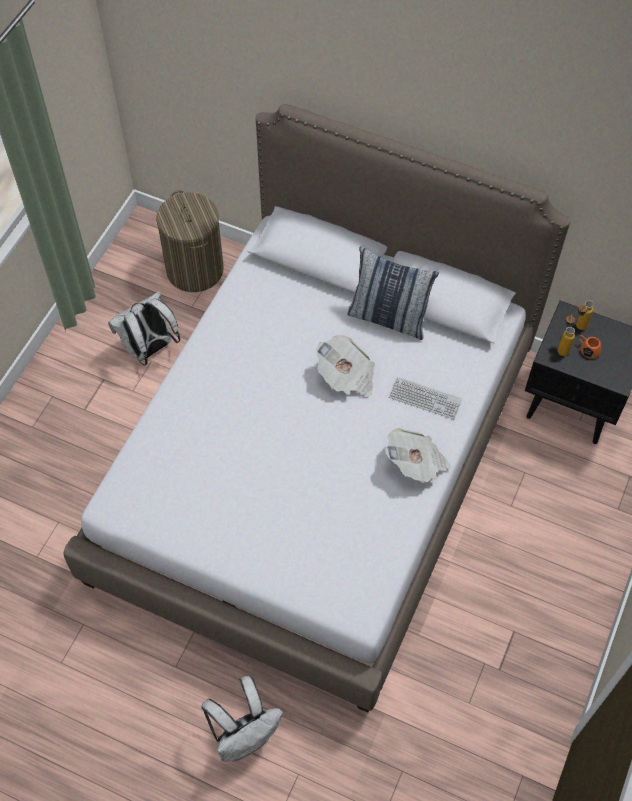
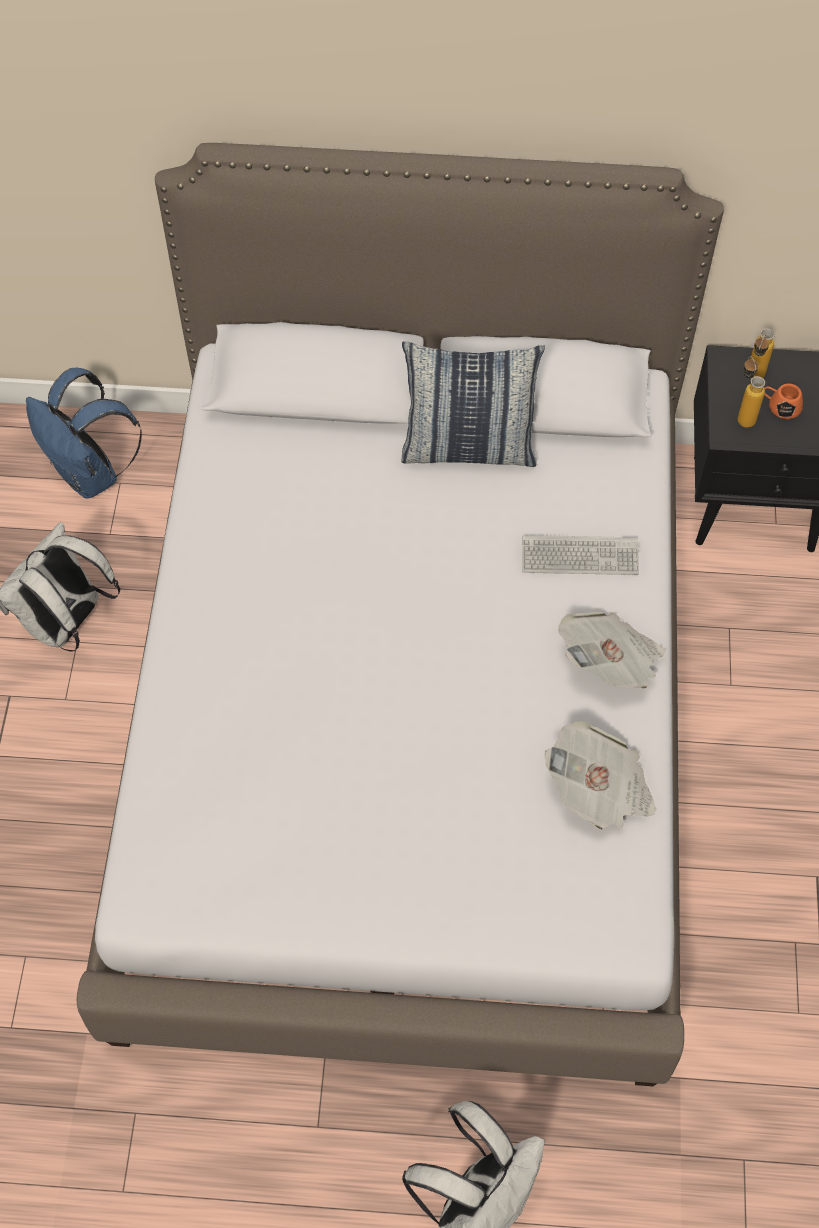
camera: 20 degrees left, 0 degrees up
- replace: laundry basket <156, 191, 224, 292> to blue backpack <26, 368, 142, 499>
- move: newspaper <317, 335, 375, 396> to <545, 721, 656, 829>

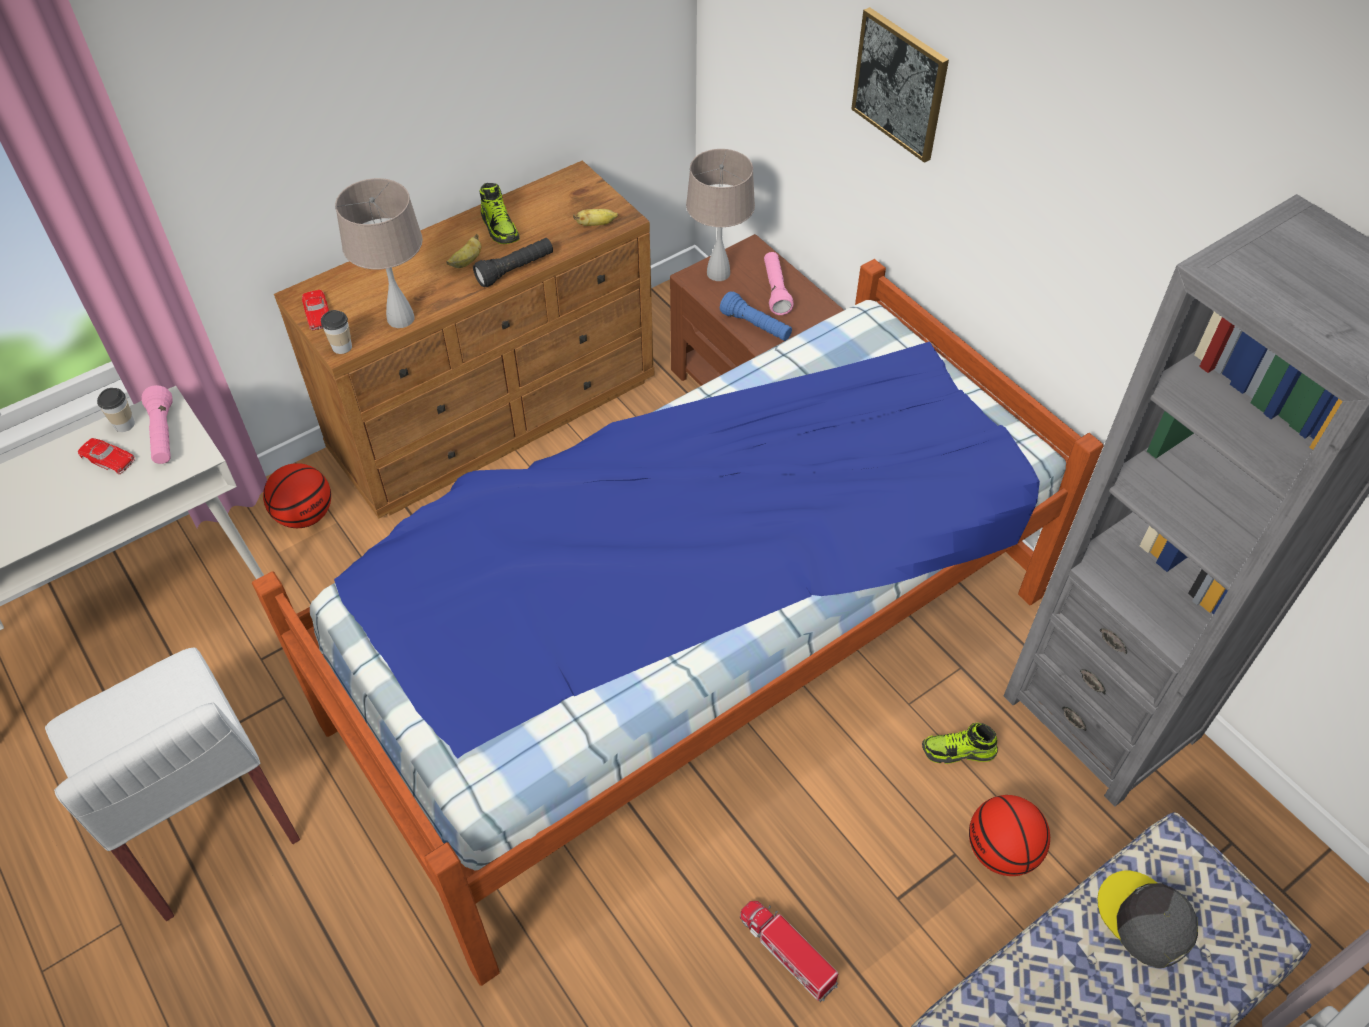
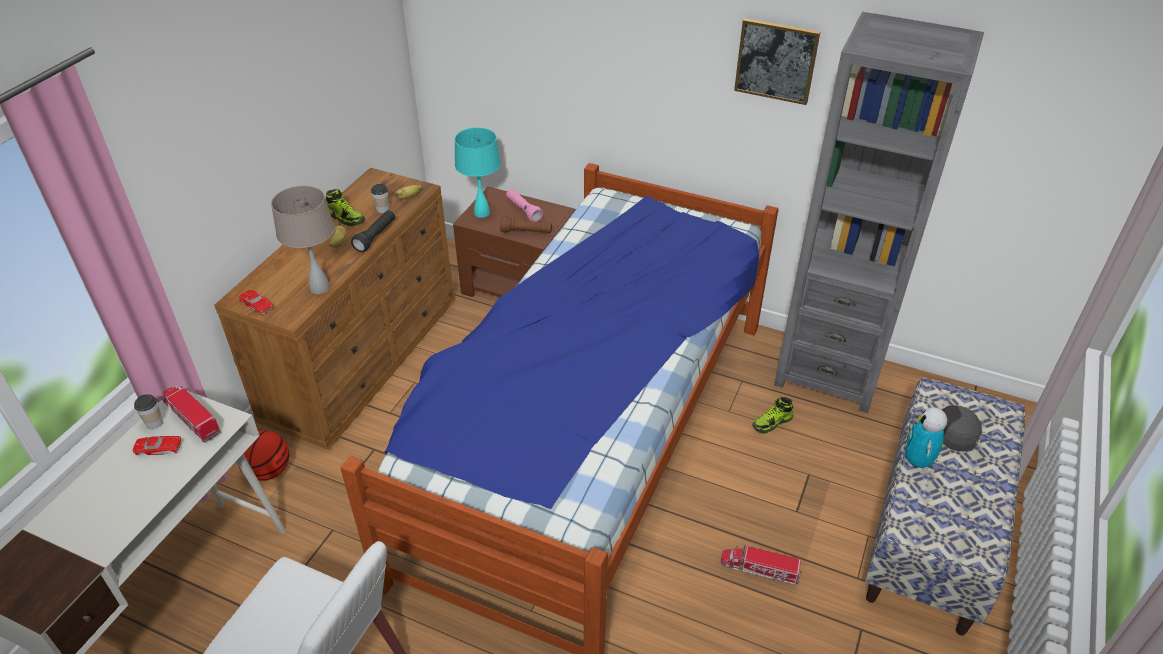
camera: 30 degrees left, 10 degrees down
- replace: pink flashlight <142, 385, 173, 464> to toy truck <161, 386, 221, 443>
- move: cup <321, 310, 352, 354> to <371, 184, 389, 213>
- recolor: beige table lamp <686, 149, 755, 281> to turquoise table lamp <454, 127, 501, 218>
- recolor: blue flashlight <720, 291, 792, 341> to brown flashlight <500, 216, 552, 233>
- move: picture <851, 7, 949, 163> to <734, 18, 820, 105>
- delete: basketball <969, 795, 1050, 876>
- insert: toy robot <905, 407, 947, 470>

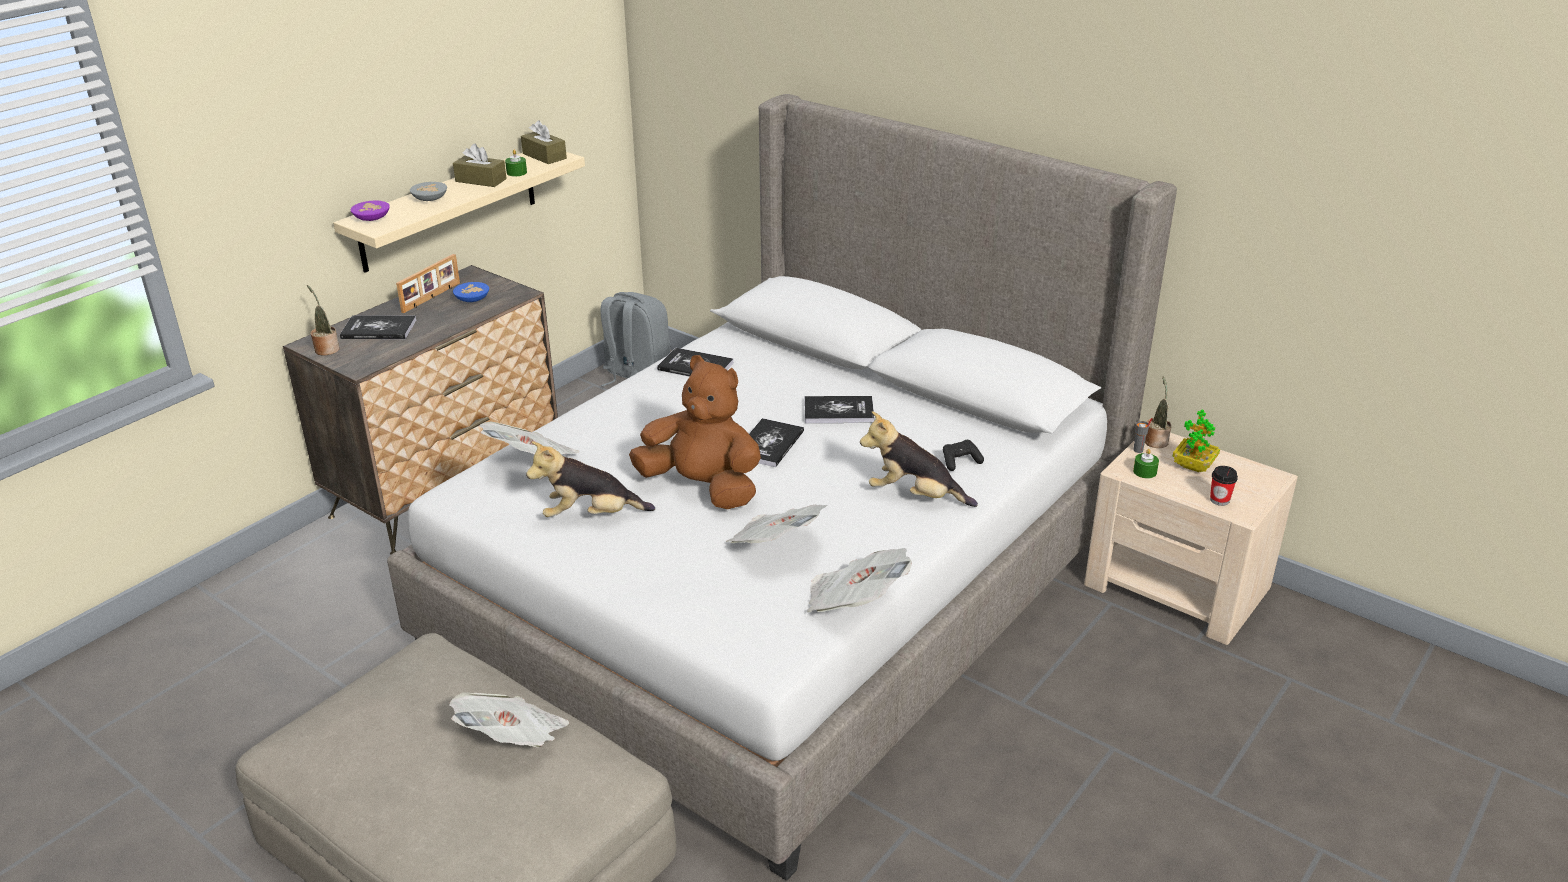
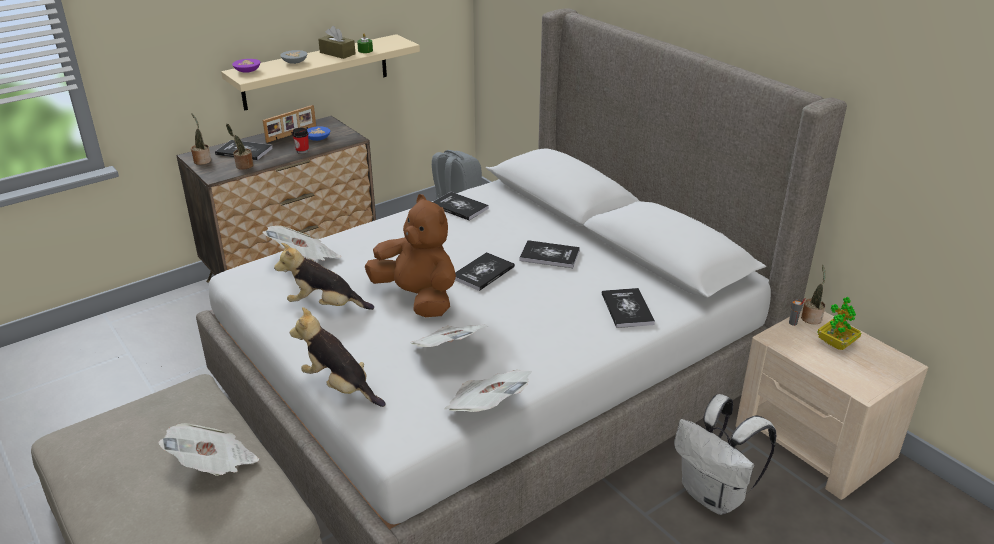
camera: 15 degrees right, 0 degrees up
- delete: brown tissue box <521, 120, 567, 164>
- move: plush toy <860, 411, 978, 507> to <290, 307, 386, 407>
- replace: black game controller <943, 440, 984, 471> to book <602, 288, 655, 328>
- delete: green candle <1133, 449, 1159, 479>
- move: cup <1210, 466, 1238, 506> to <292, 128, 309, 154>
- insert: potted plant <226, 124, 253, 170>
- insert: white backpack <674, 394, 776, 515>

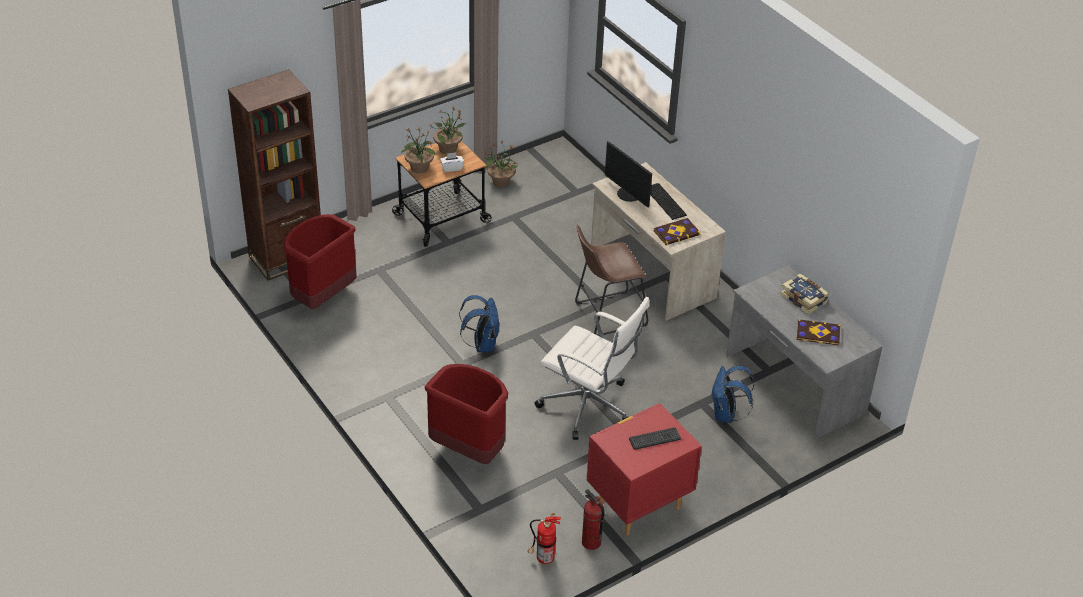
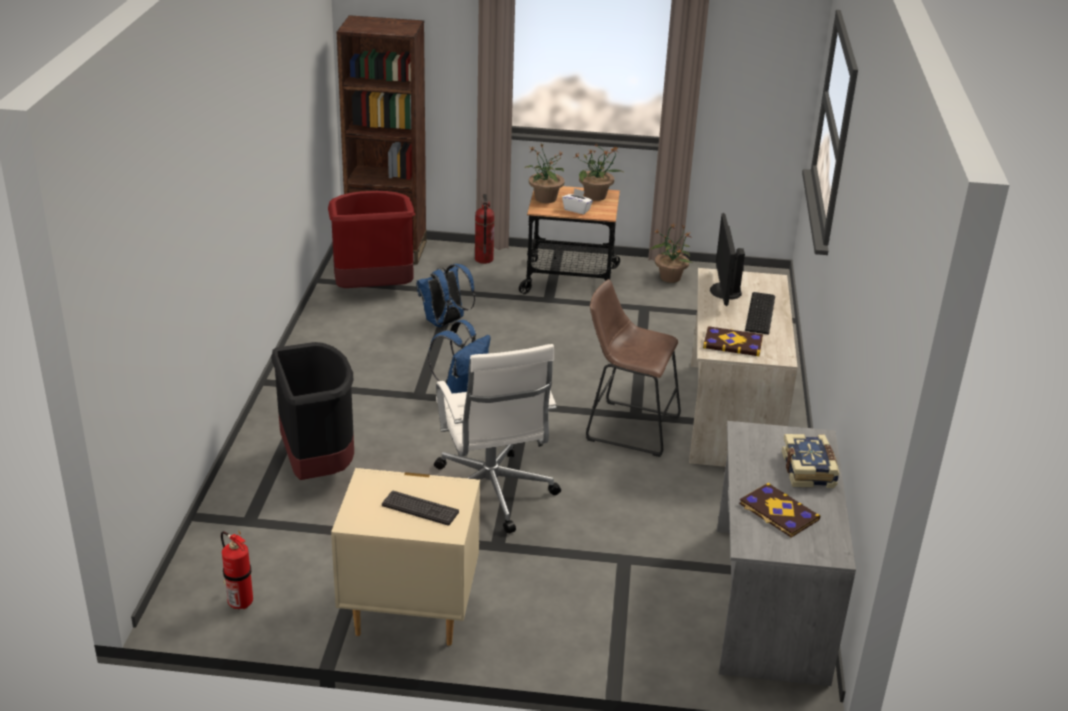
camera: 40 degrees right, 10 degrees down
- recolor: red trash can <425, 364, 508, 464> to black trash can <271, 342, 354, 480>
- move: fire extinguisher <582, 489, 605, 550> to <475, 194, 495, 264>
- recolor: red nightstand <587, 403, 702, 536> to beige nightstand <331, 468, 480, 646>
- move: blue backpack <711, 366, 754, 423> to <416, 264, 475, 327>

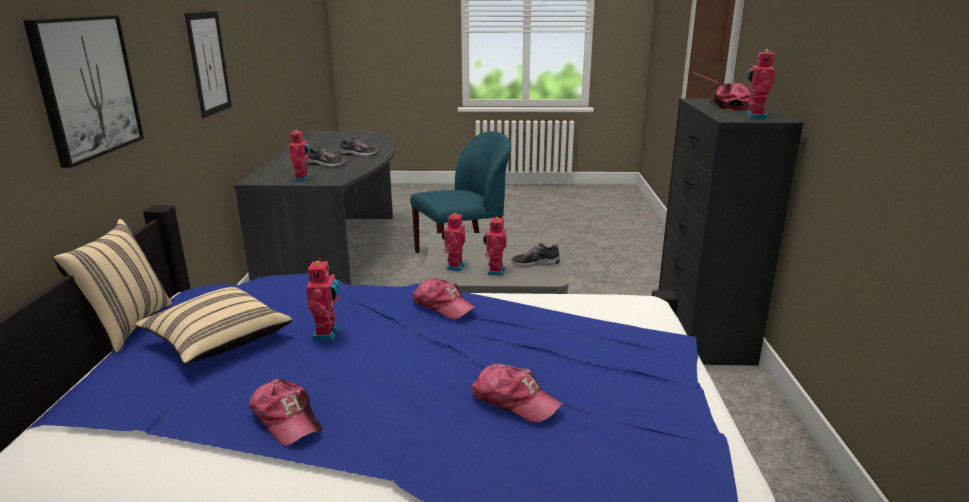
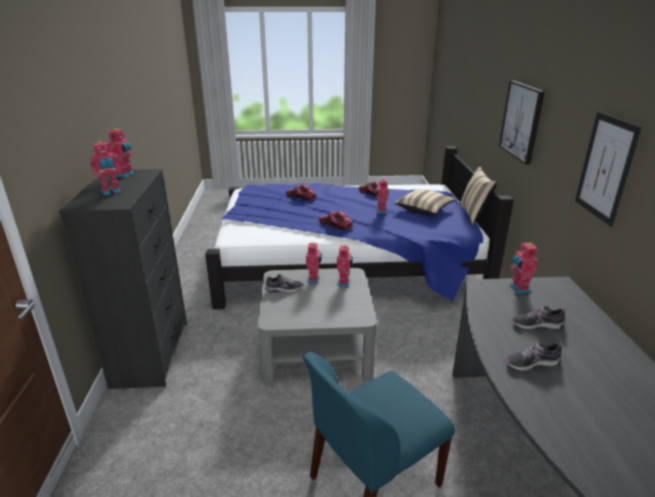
camera: 175 degrees right, 5 degrees up
- replace: cap <710, 83, 751, 110> to toy robot <90, 141, 121, 196>

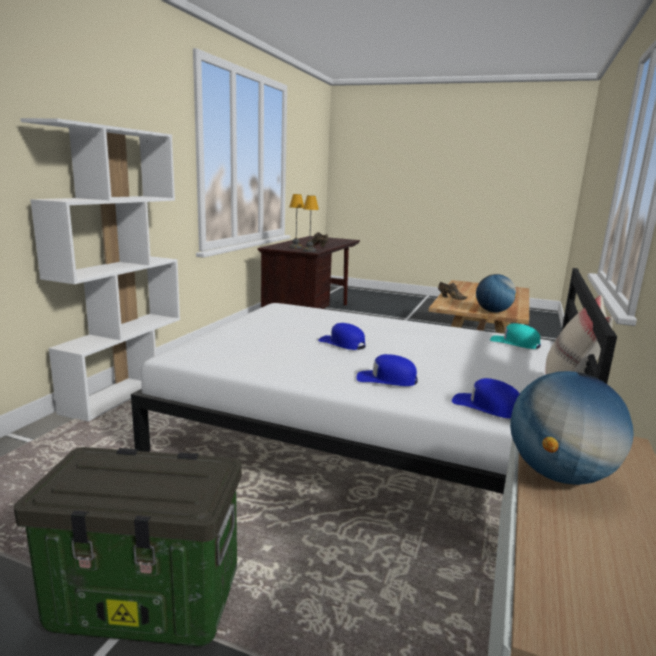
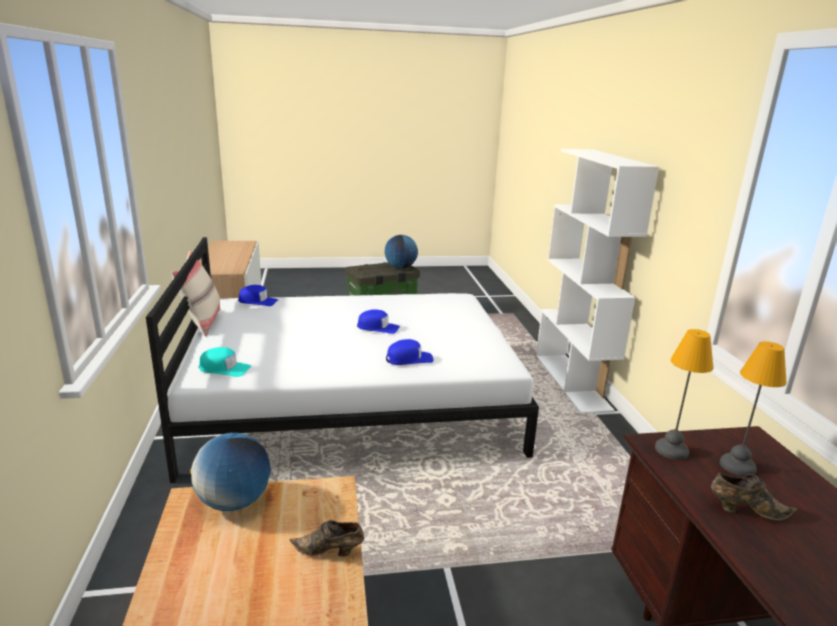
camera: 150 degrees right, 5 degrees up
- move: blue cap <356, 354, 417, 386> to <386, 339, 433, 365>
- move: globe <510, 371, 634, 485> to <385, 235, 418, 268>

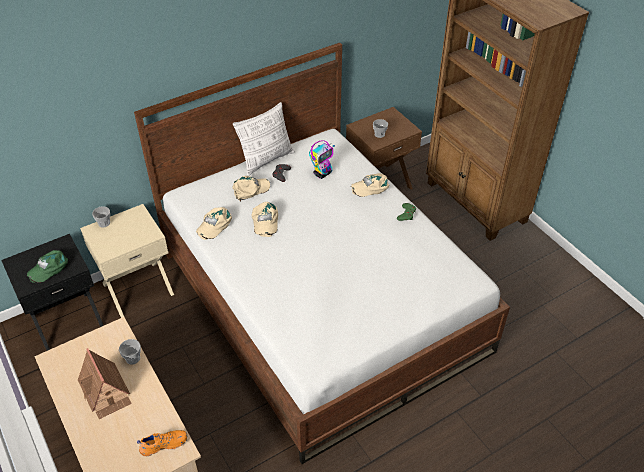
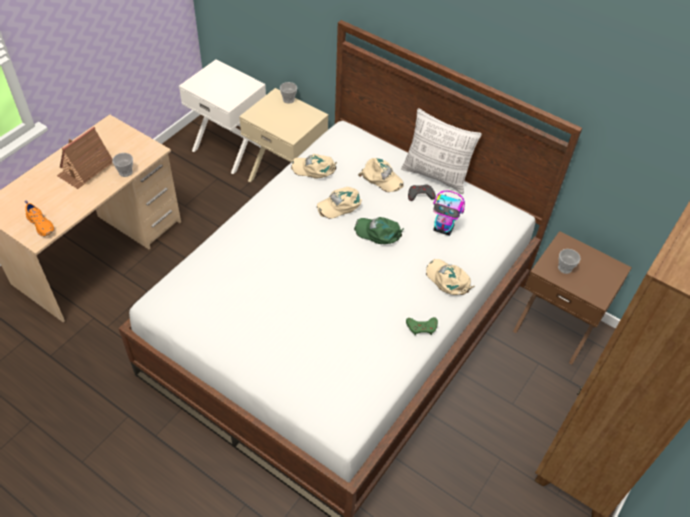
camera: 65 degrees right, 5 degrees up
- recolor: black nightstand <1, 234, 104, 351> to white nightstand <179, 59, 266, 174>
- move: green cap <27, 250, 68, 283> to <354, 217, 404, 244>

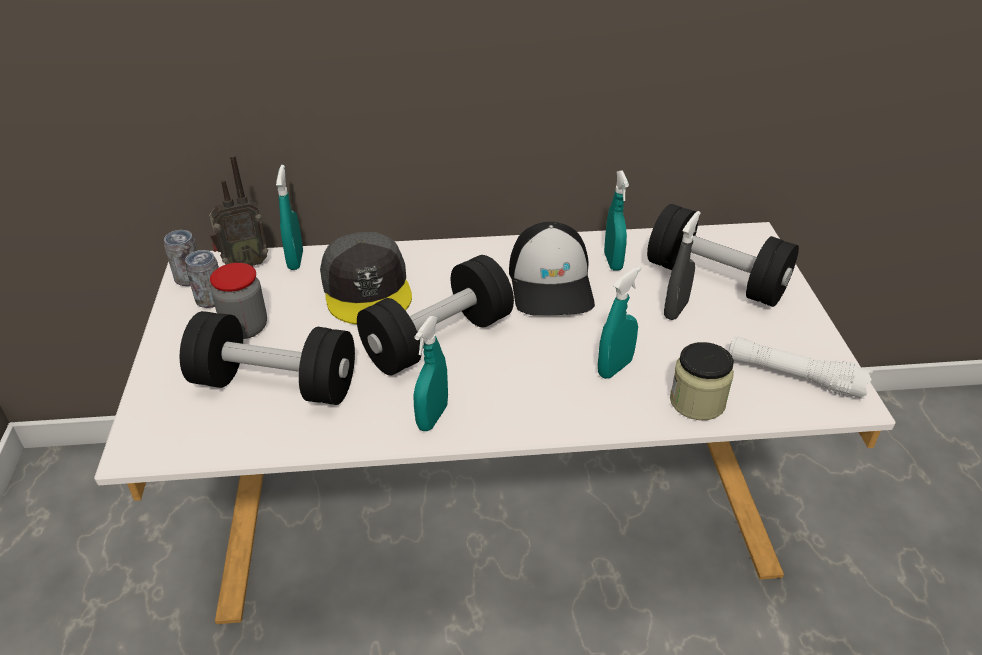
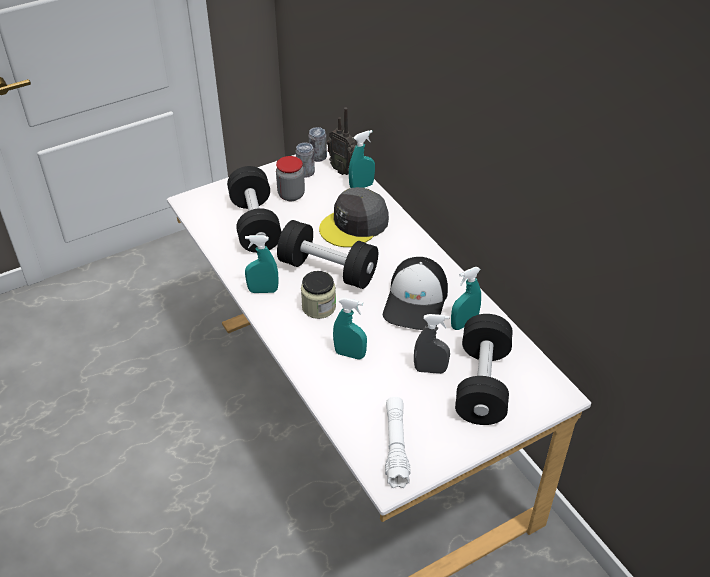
camera: 65 degrees right, 5 degrees up
- rotate: cap <509, 222, 595, 316> = <383, 257, 448, 330> 45 degrees counterclockwise
- move: jar <670, 342, 734, 420> to <301, 271, 336, 319>

